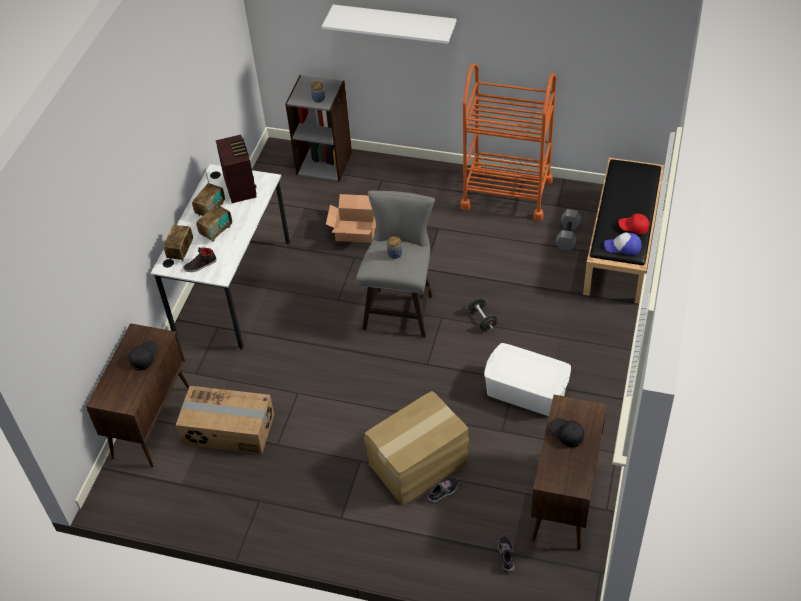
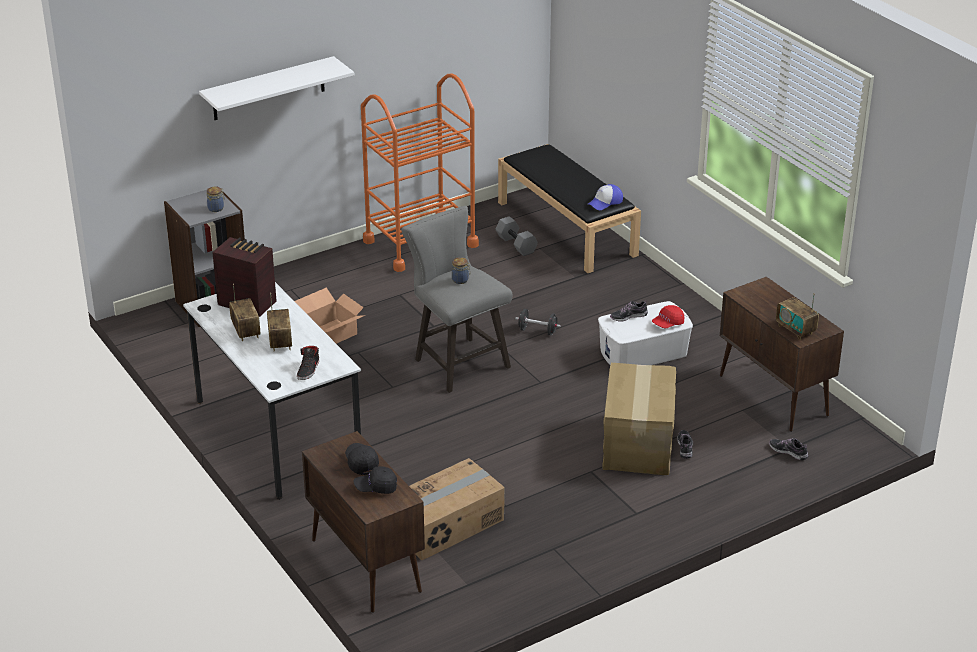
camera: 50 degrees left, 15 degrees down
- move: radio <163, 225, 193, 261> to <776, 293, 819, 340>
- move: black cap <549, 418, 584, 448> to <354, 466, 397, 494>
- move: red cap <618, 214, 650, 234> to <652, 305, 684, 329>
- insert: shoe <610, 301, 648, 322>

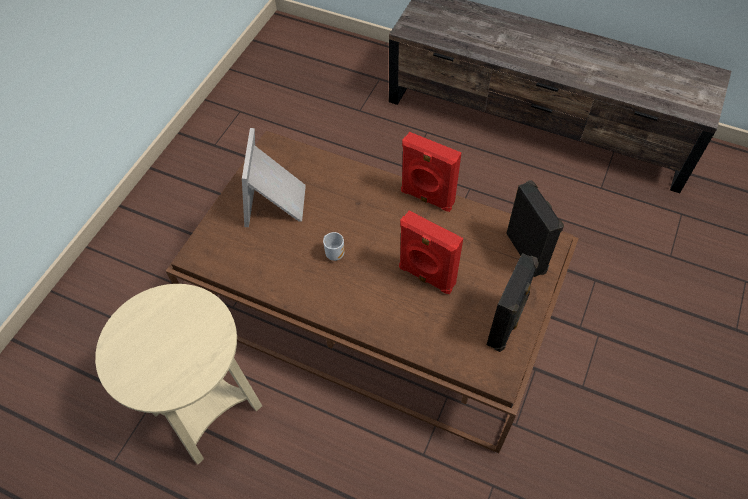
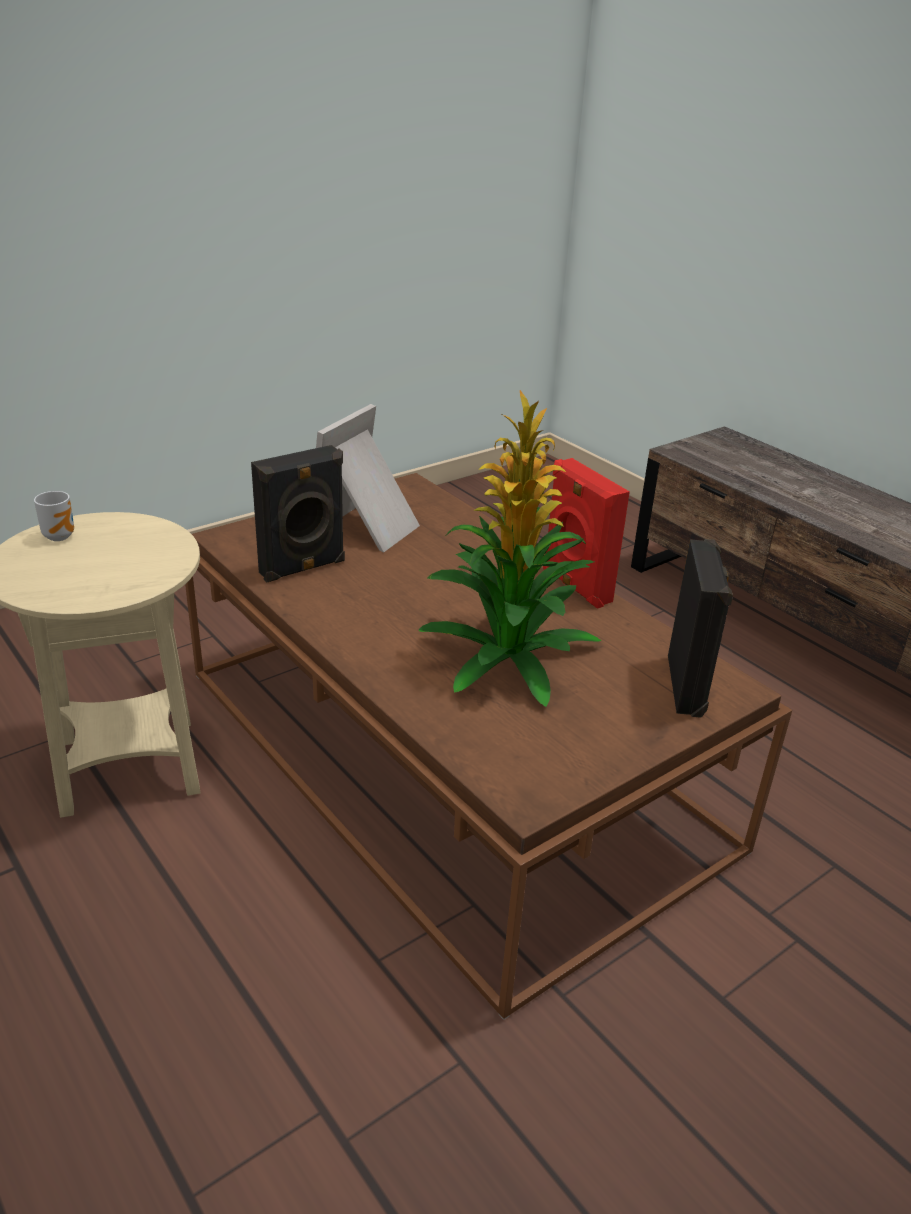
camera: 25 degrees right, 25 degrees down
- move: mug <323, 232, 345, 261> to <34, 491, 74, 541>
- replace: red speaker <399, 211, 463, 294> to potted plant <418, 390, 601, 707>
- move: black speaker <486, 253, 539, 352> to <251, 445, 345, 582>

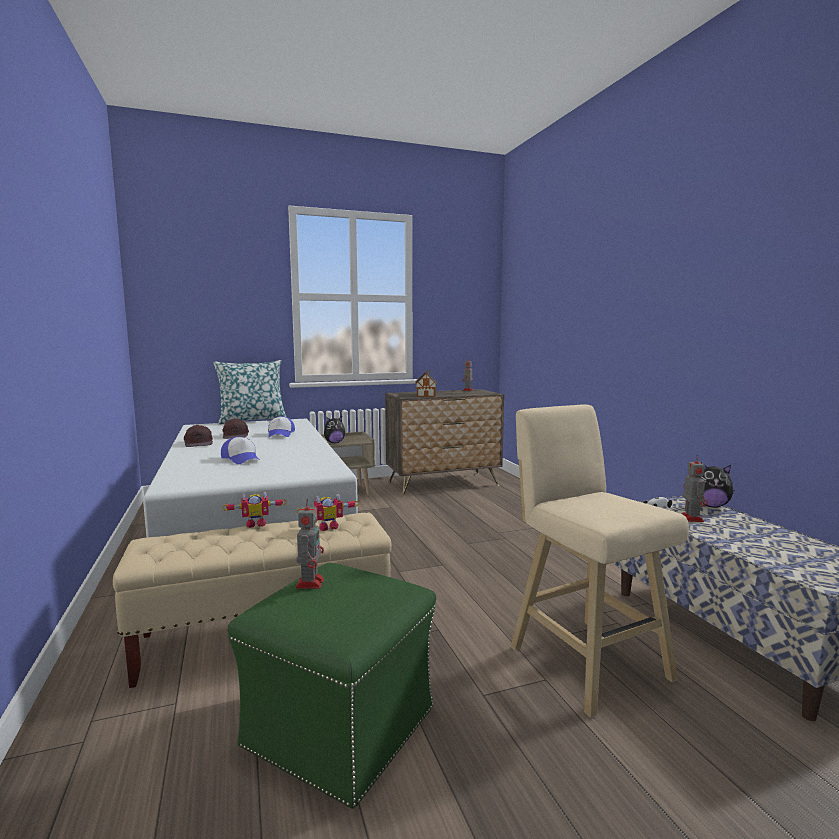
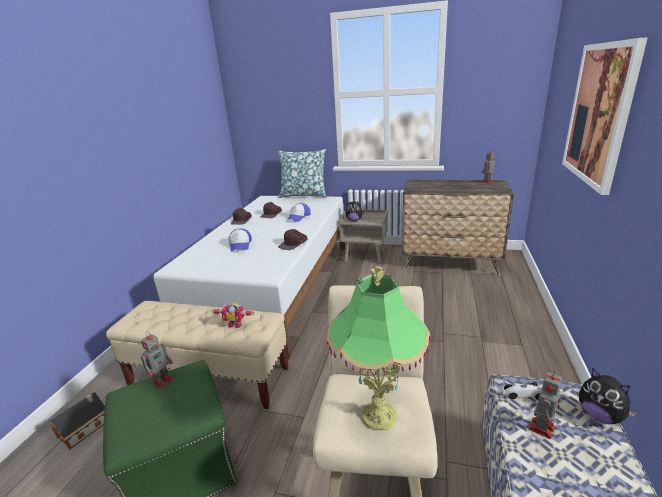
camera: 35 degrees right, 15 degrees up
- delete: toy robot <222, 492, 287, 528>
- move: toy house <416, 370, 437, 397> to <49, 392, 105, 449>
- insert: brown cap <278, 229, 307, 250>
- insert: table lamp <327, 266, 431, 431>
- insert: picture <562, 37, 648, 195>

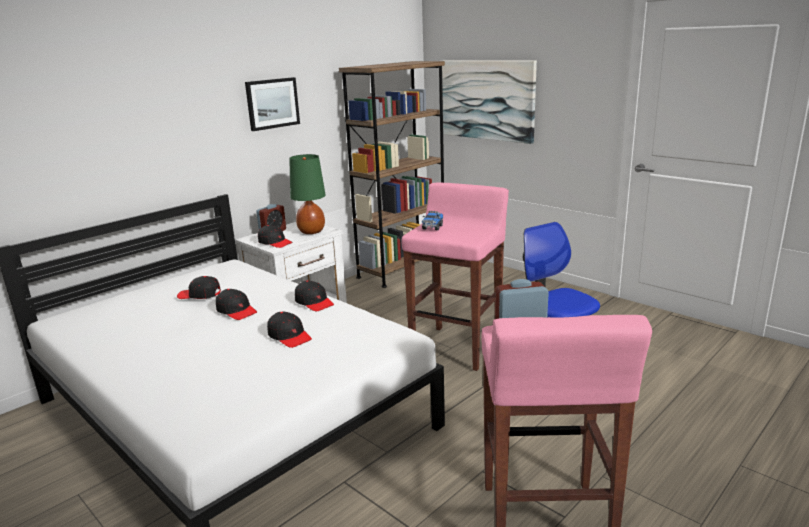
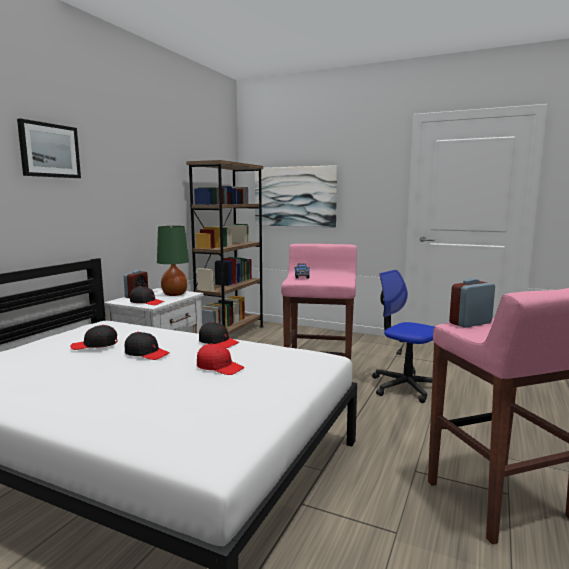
camera: 20 degrees left, 10 degrees down
- move: picture <245, 77, 300, 131> to <17, 118, 81, 178>
- recolor: black cap <267, 312, 312, 348> to red cap <197, 343, 244, 375>

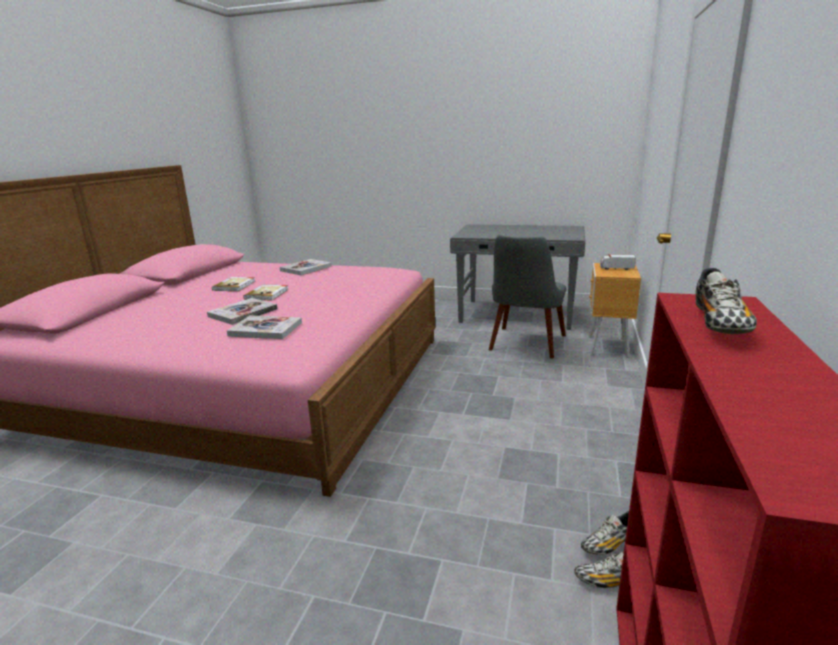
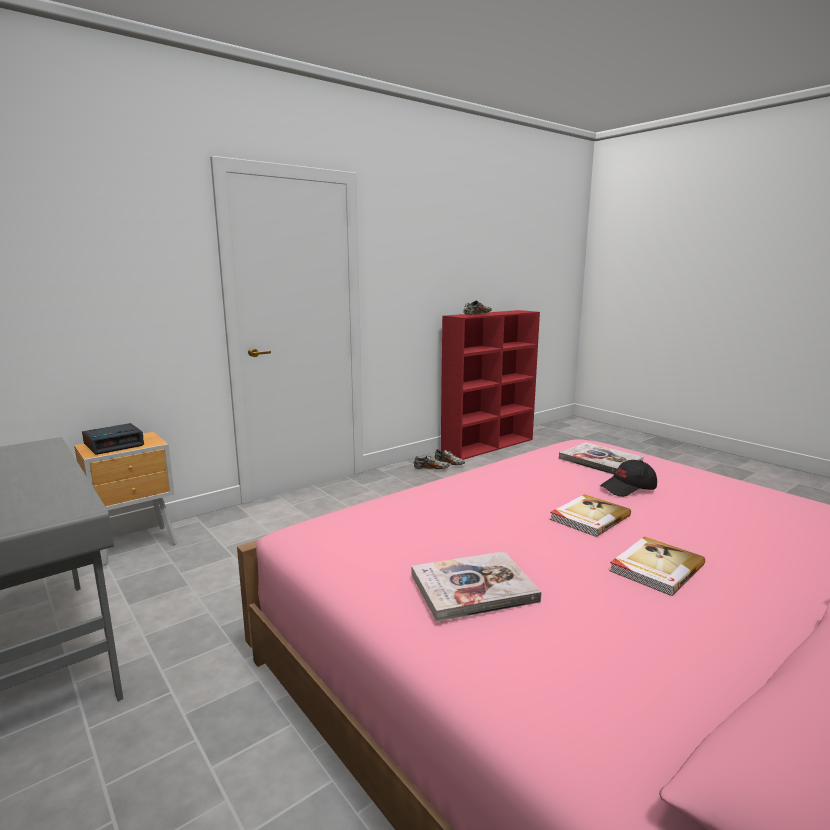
camera: 145 degrees left, 5 degrees down
- replace: book <207, 298, 277, 325> to black cap <600, 460, 657, 497>
- delete: grey chair <489, 235, 566, 359>
- replace: toy truck <600, 254, 636, 270> to alarm clock <82, 423, 144, 455>

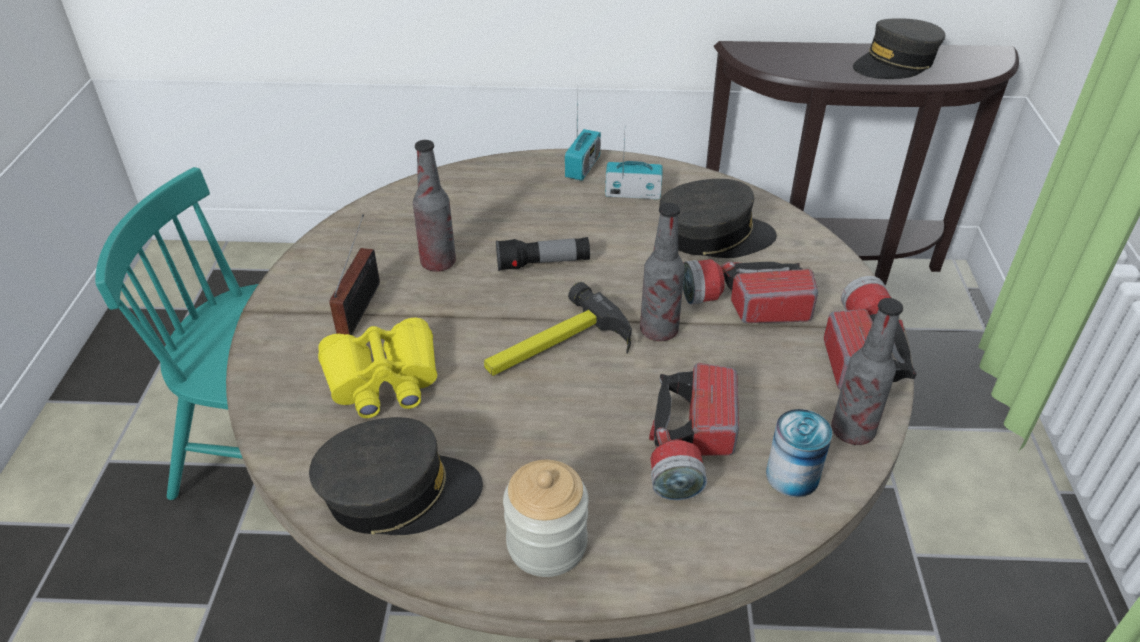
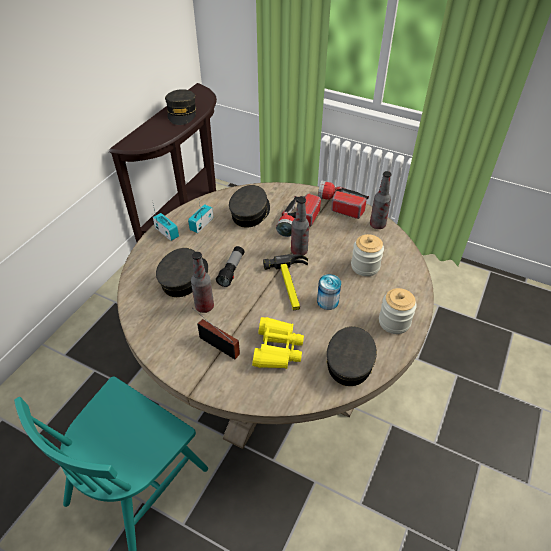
camera: 65 degrees left, 5 degrees up
- replace: flashlight <649, 363, 739, 500> to jar <351, 234, 384, 276>
- move: can <766, 409, 832, 497> to <317, 274, 341, 310>
- insert: grey cap <156, 248, 208, 297>

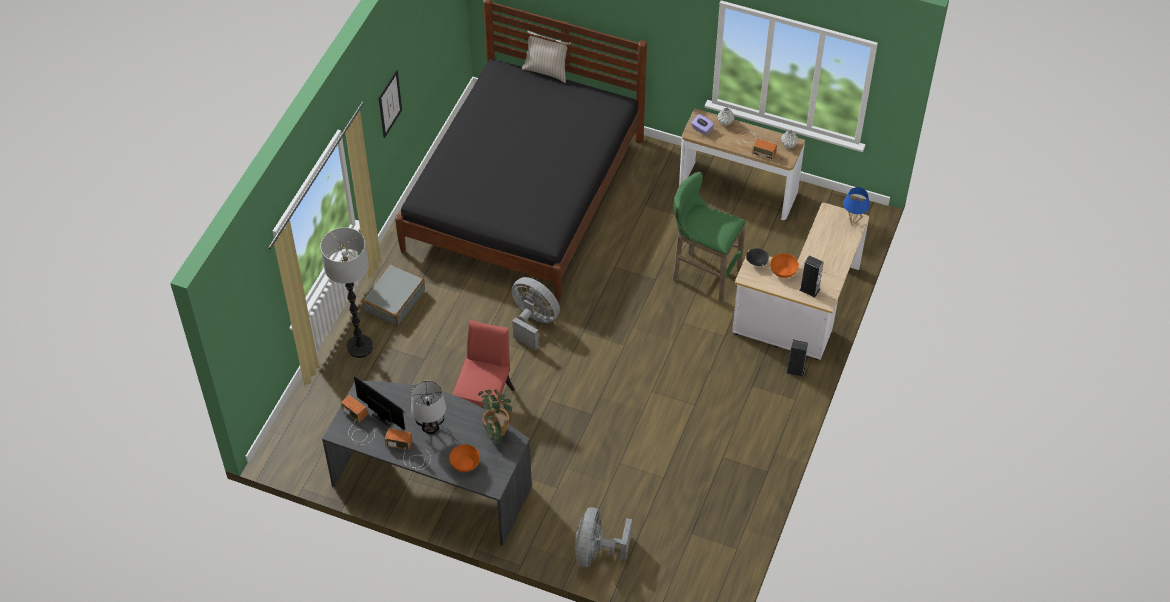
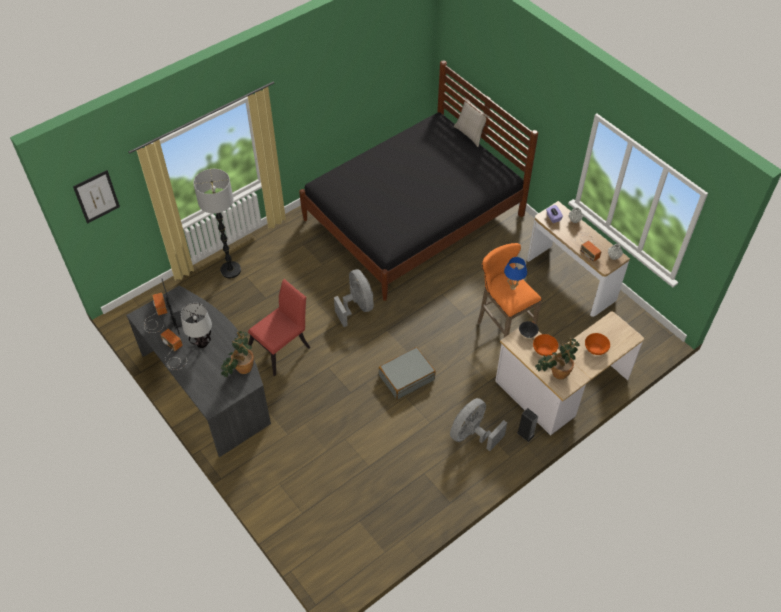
camera: 30 degrees right, 0 degrees up
- move: grey suitcase <362, 264, 425, 326> to <379, 347, 436, 400>
- move: picture <378, 69, 402, 138> to <73, 170, 120, 224>
- move: orange bowl <449, 444, 480, 472> to <585, 333, 610, 355>
- move: grey fan <575, 507, 632, 567> to <450, 398, 507, 451>
- recolor: green stool <673, 172, 746, 302> to orange stool <478, 243, 542, 337>
- replace: speaker <799, 256, 824, 297> to potted plant <535, 338, 580, 380>
- move: blue table lamp <843, 187, 870, 226> to <504, 257, 527, 290>

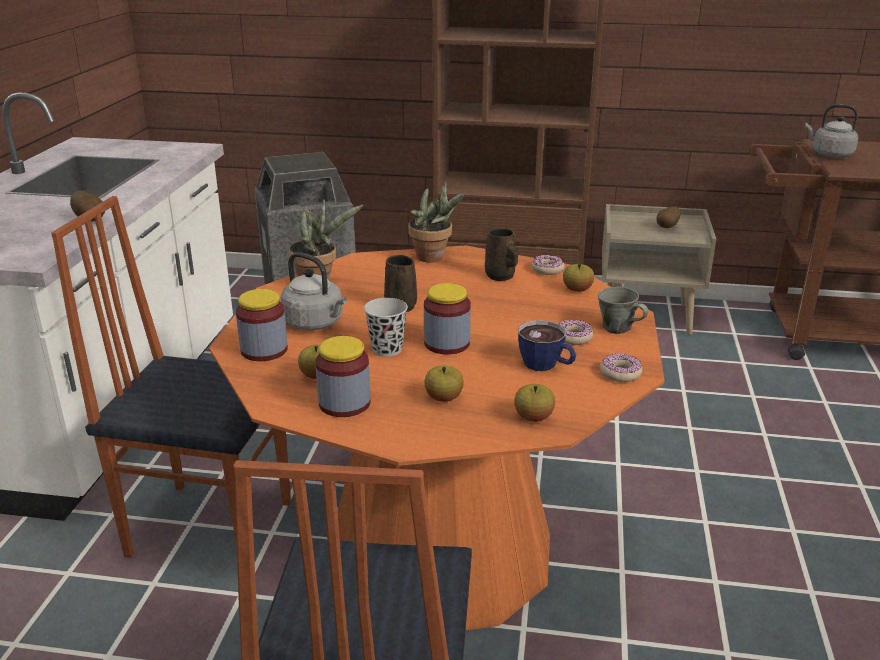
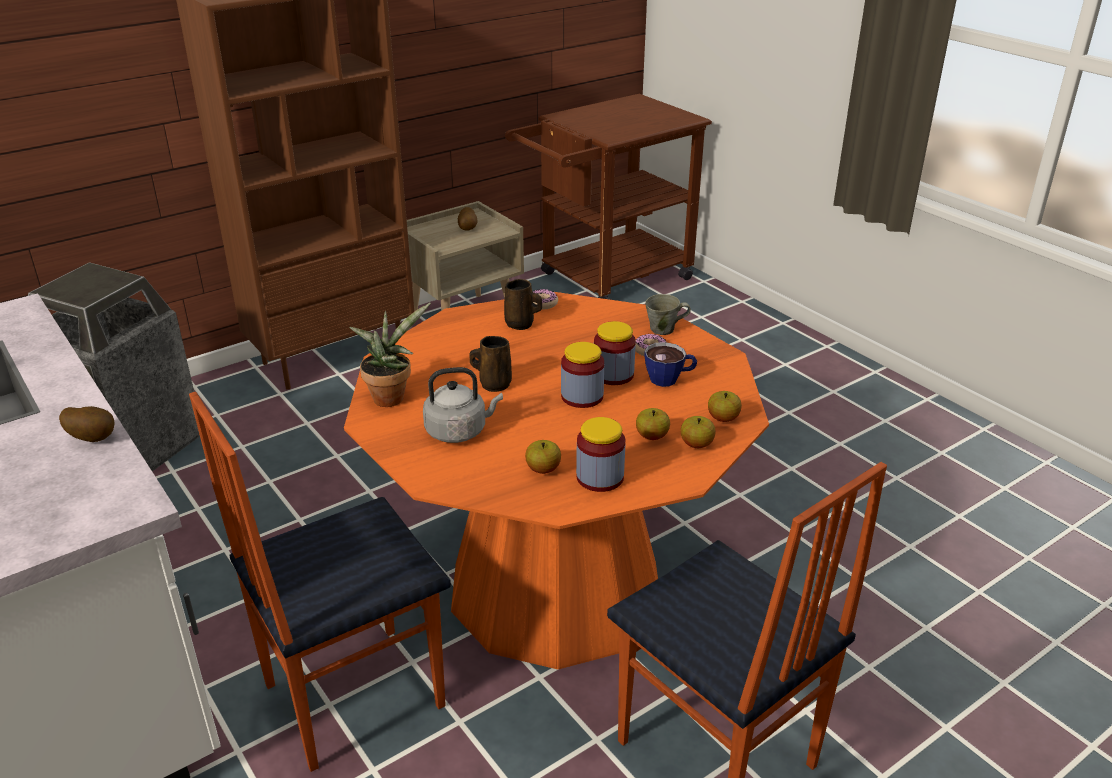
camera: 45 degrees left, 5 degrees up
- move: jar <236, 289, 288, 361> to <594, 321, 636, 385>
- delete: black cup <364, 298, 408, 357>
- delete: potted plant <408, 181, 464, 263>
- move: apple <563, 264, 594, 292> to <681, 416, 716, 448>
- delete: donut <600, 353, 642, 382>
- delete: grey kettle <805, 104, 858, 158>

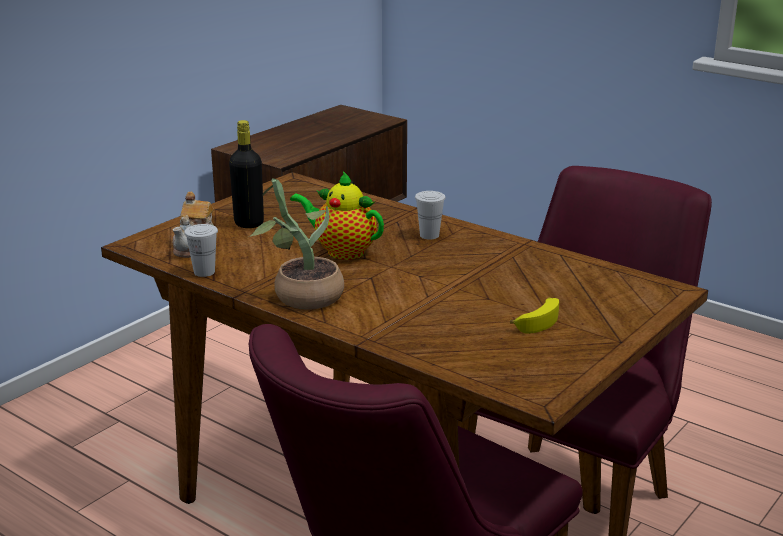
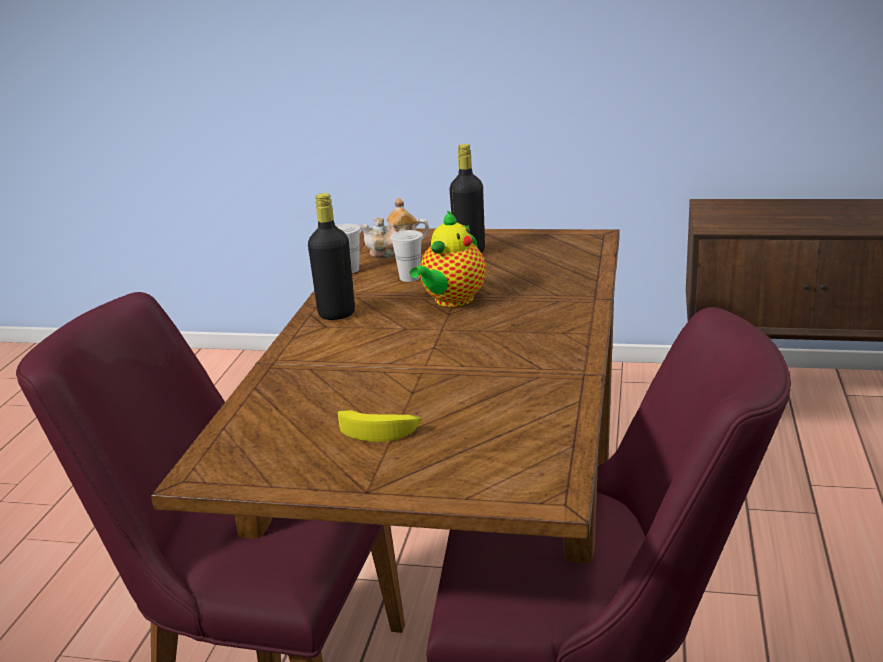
camera: 65 degrees right, 0 degrees up
- replace: potted plant <249, 178, 344, 310> to black bottle <308, 193, 355, 320>
- rotate: teapot <290, 171, 384, 260> = <410, 210, 486, 307> 150 degrees counterclockwise
- move: white cup <415, 191, 446, 240> to <390, 230, 423, 282>

